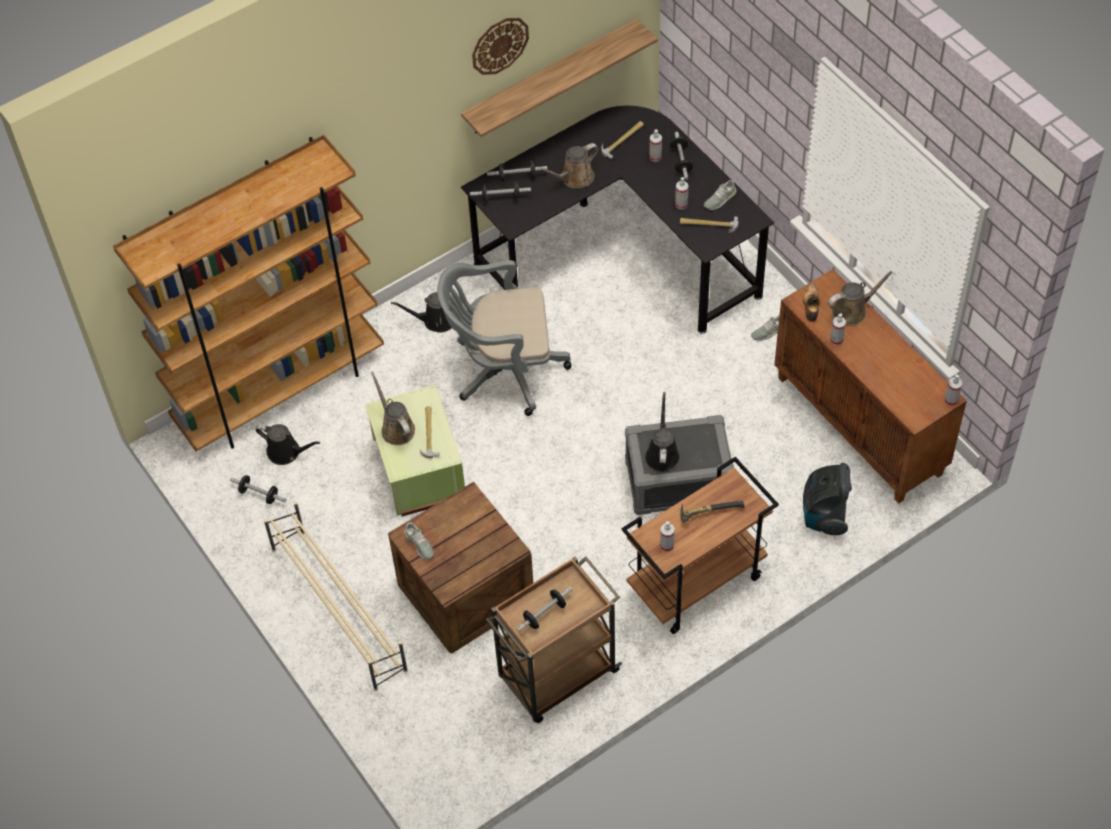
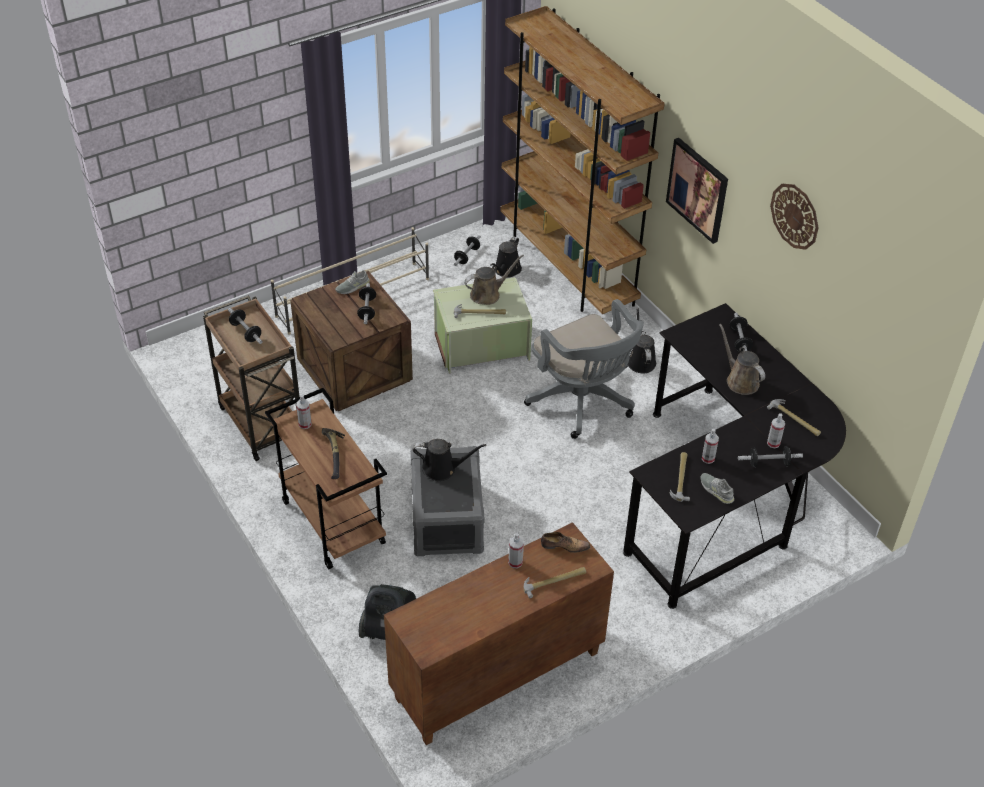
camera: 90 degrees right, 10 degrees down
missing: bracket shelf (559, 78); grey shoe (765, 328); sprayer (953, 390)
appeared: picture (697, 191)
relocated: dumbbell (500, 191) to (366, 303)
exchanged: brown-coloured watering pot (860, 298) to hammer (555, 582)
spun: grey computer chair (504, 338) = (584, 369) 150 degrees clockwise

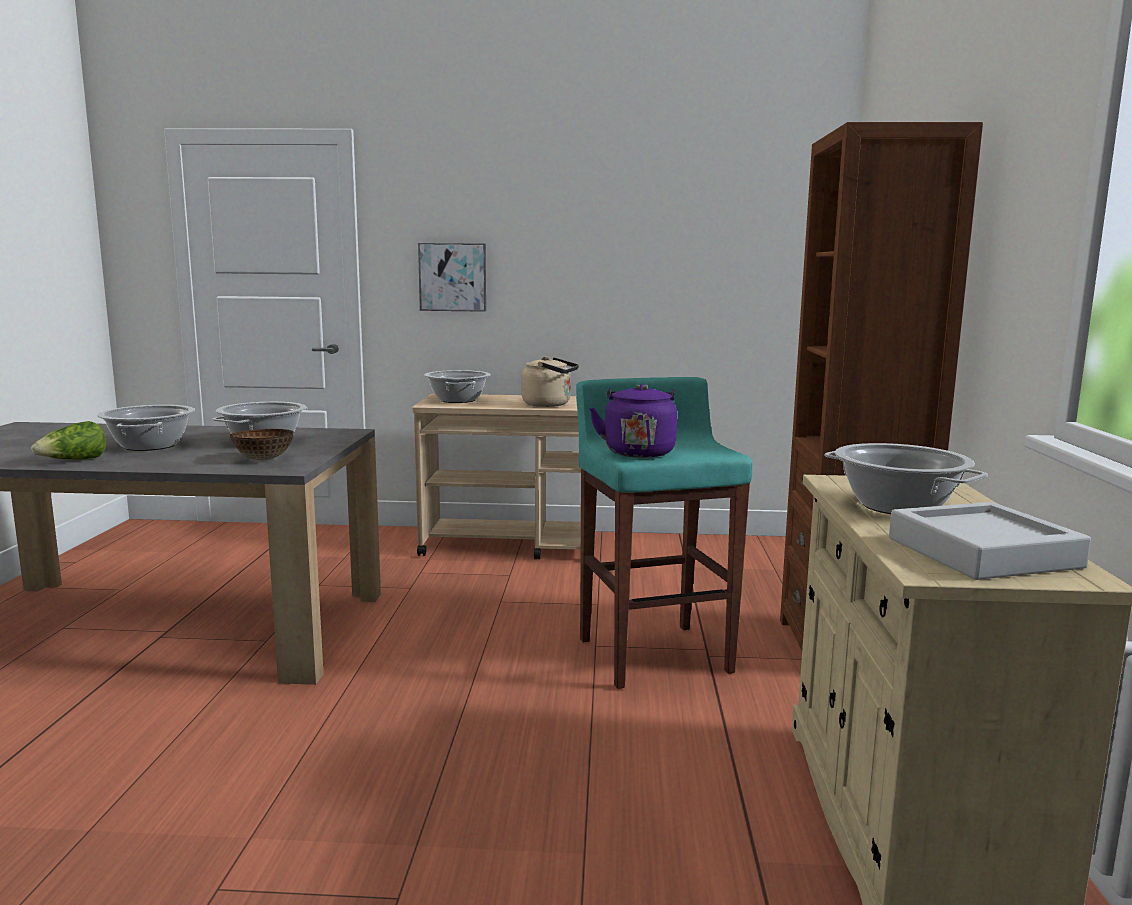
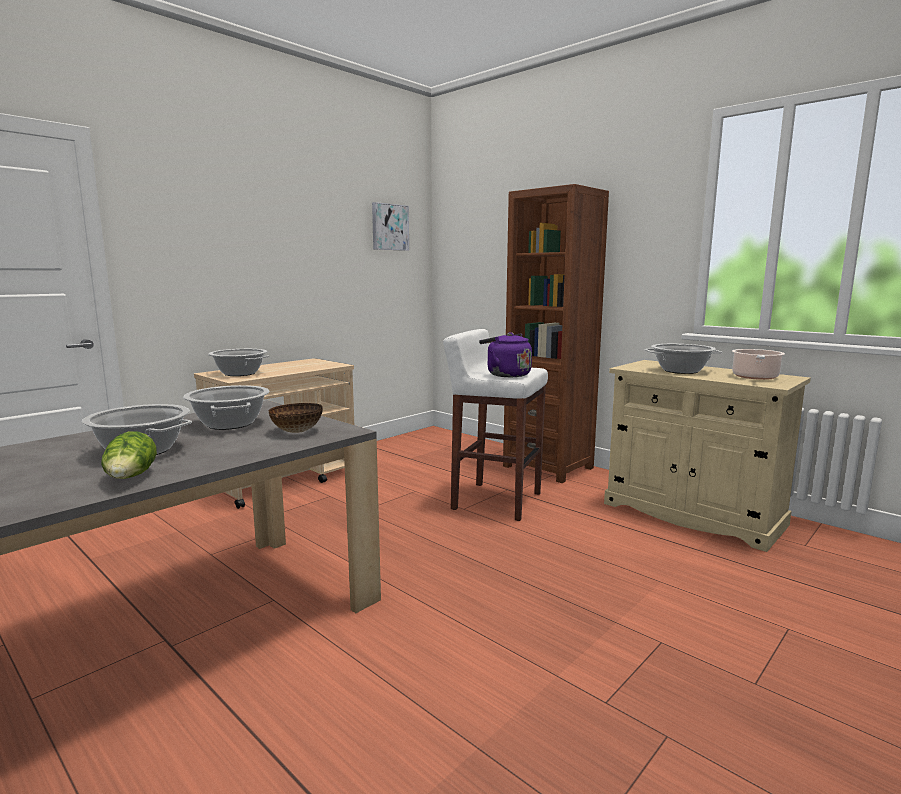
camera: 50 degrees left, 0 degrees up
missing: beige tea kettle (550, 381)
relocated: picture (452, 277) to (390, 226)
exchanged: grey carrying tray (990, 541) to saucepot (758, 364)
colour: blue-green stool seat (664, 533) to white stool seat (495, 425)

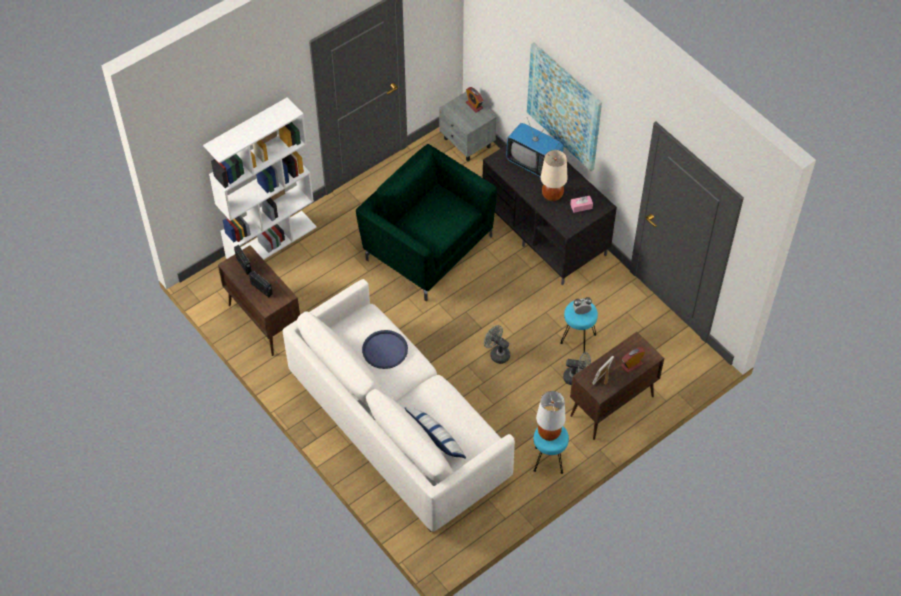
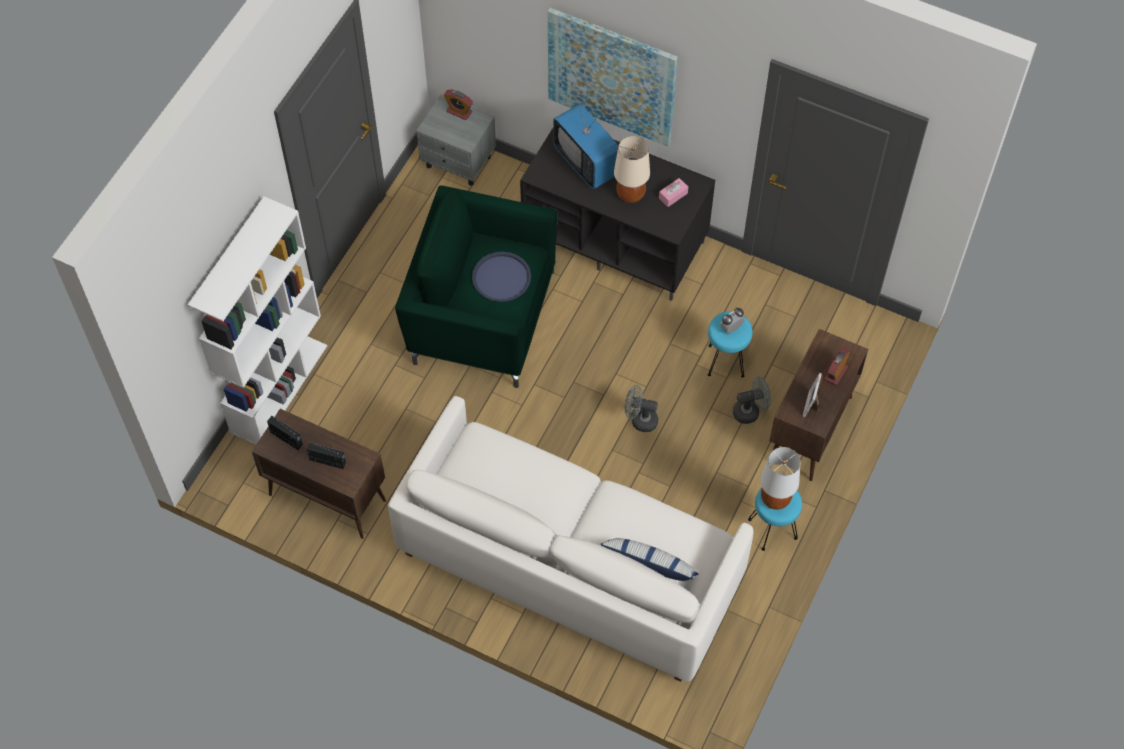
camera: 25 degrees left, 5 degrees up
relocated: bluish carrying tray (385, 349) to (501, 277)
spun: TV (535, 147) = (585, 144) 45 degrees clockwise

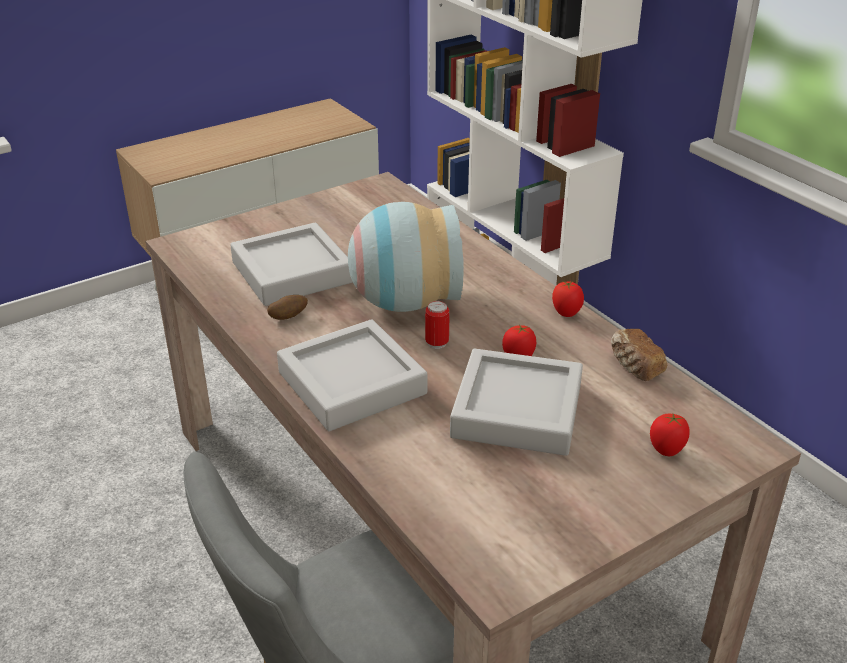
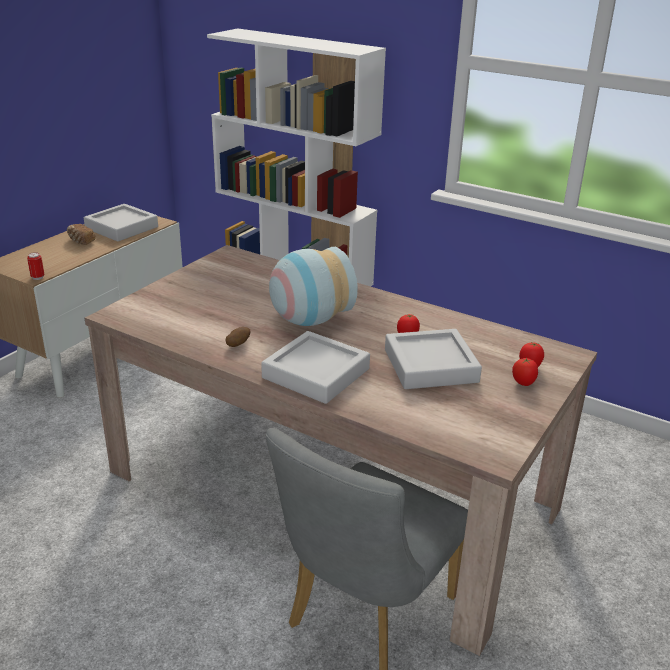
camera: 25 degrees left, 5 degrees down
relocated: can (437, 325) to (36, 266); bakery bread (639, 355) to (81, 234); grey carrying tray (291, 264) to (121, 223); tomato (568, 299) to (525, 371)

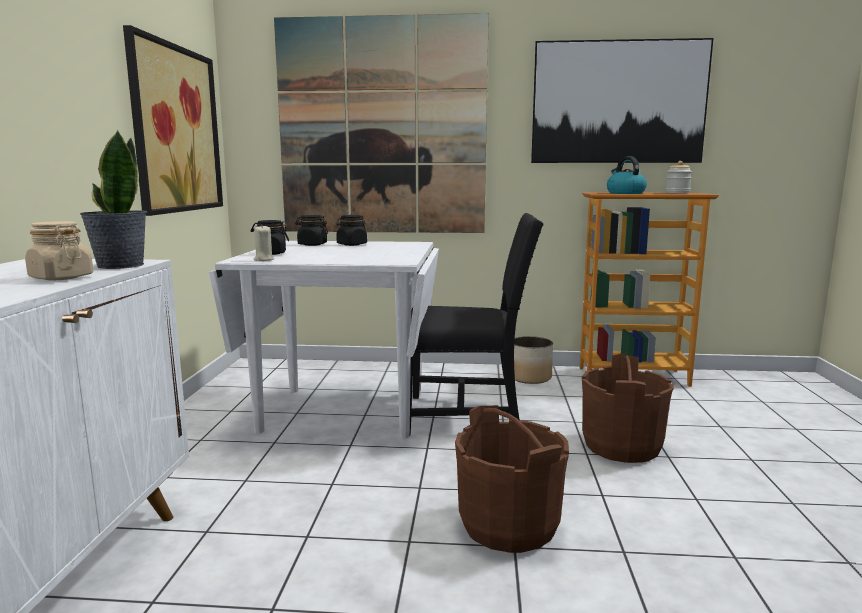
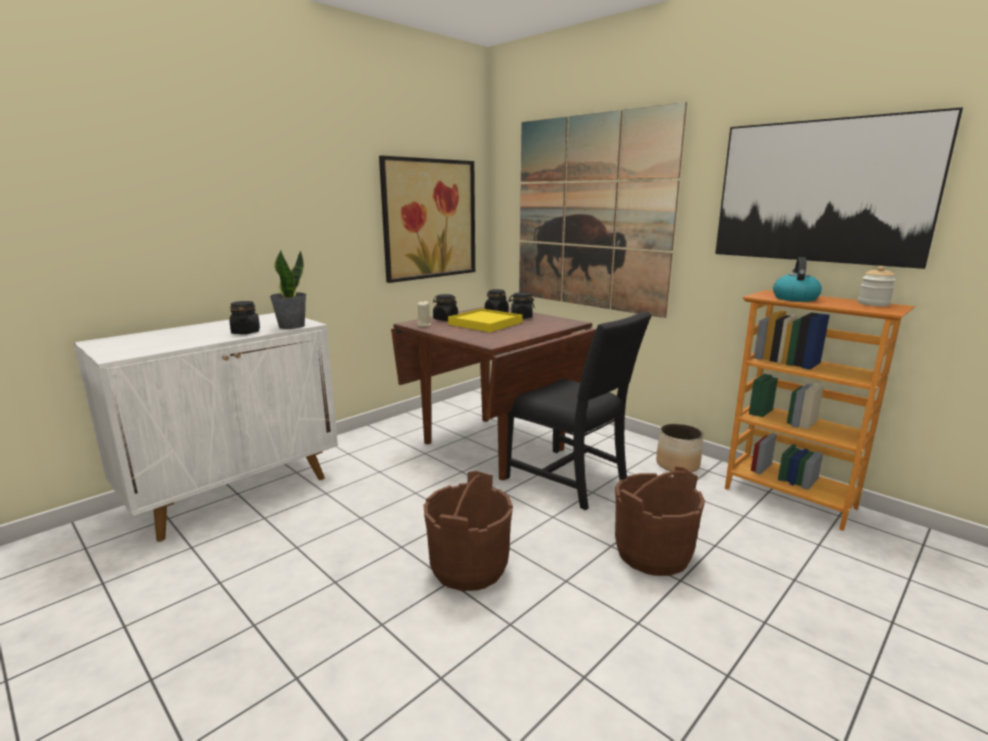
camera: 40 degrees right, 5 degrees up
appeared: yellowish carrying tray (485, 320)
colour: beige preserve jar (59, 250) to black-coloured preserve jar (245, 317); white dining table (324, 339) to brown-coloured dining table (493, 393)

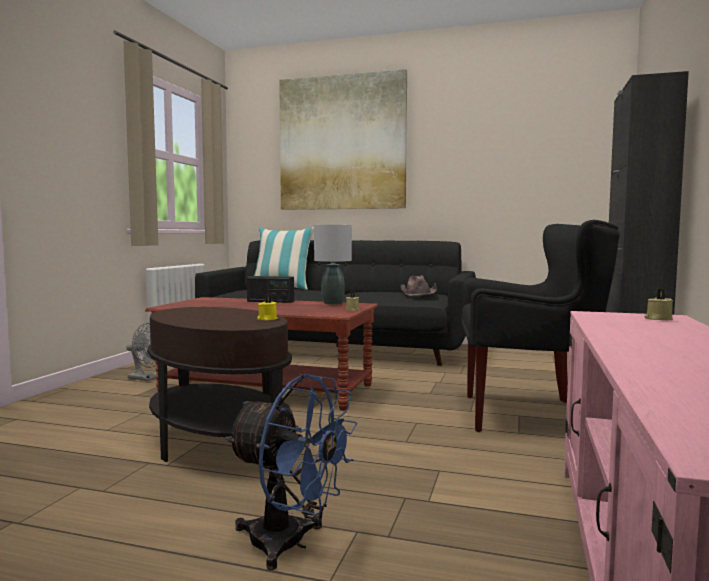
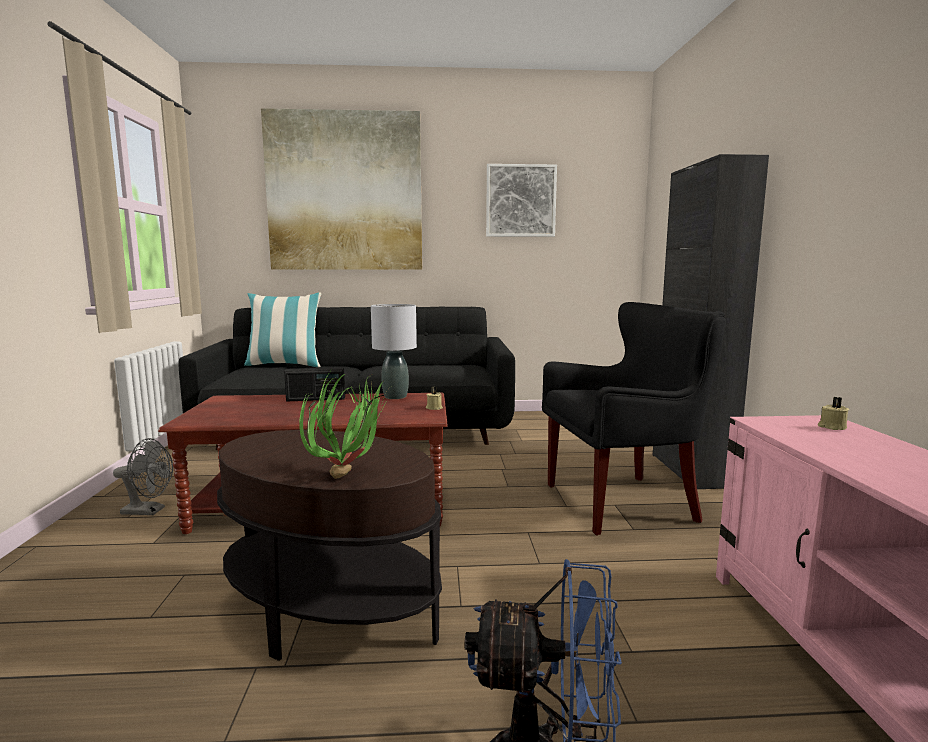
camera: 20 degrees left, 5 degrees up
missing: yellowish wax light (267, 307); brown-coloured hat (419, 285)
appeared: potted plant (343, 425); picture (521, 200)

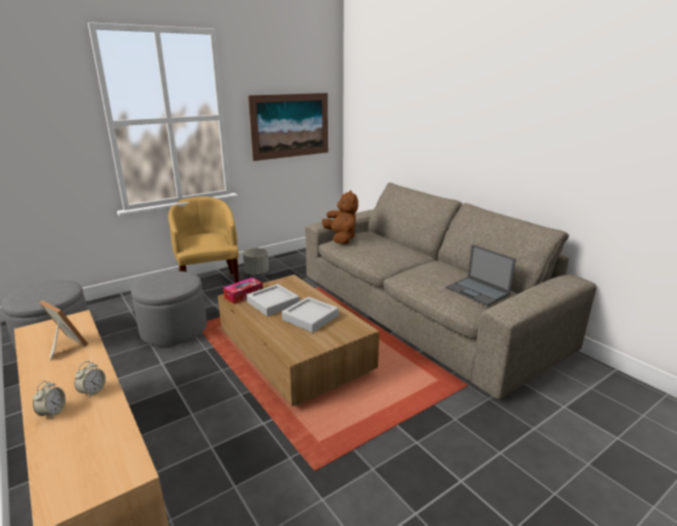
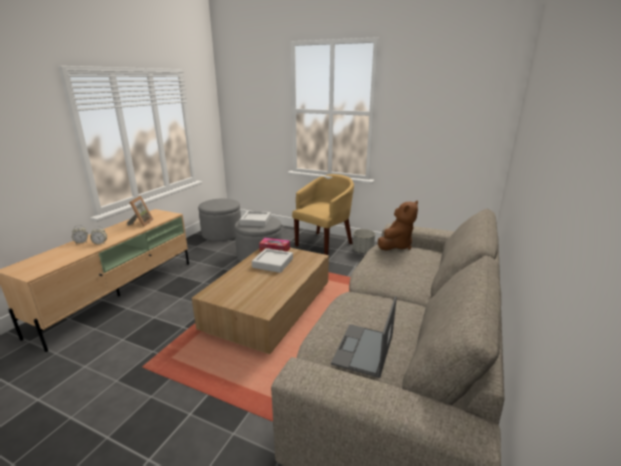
camera: 60 degrees right, 0 degrees up
missing: picture (288, 127)
relocated: grey carrying tray (310, 315) to (255, 219)

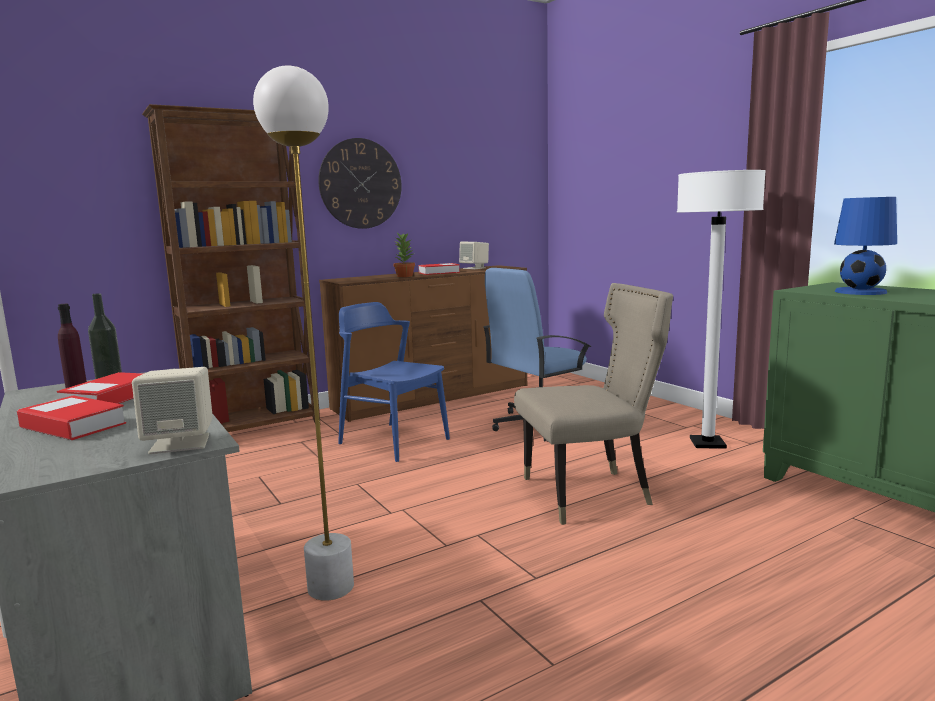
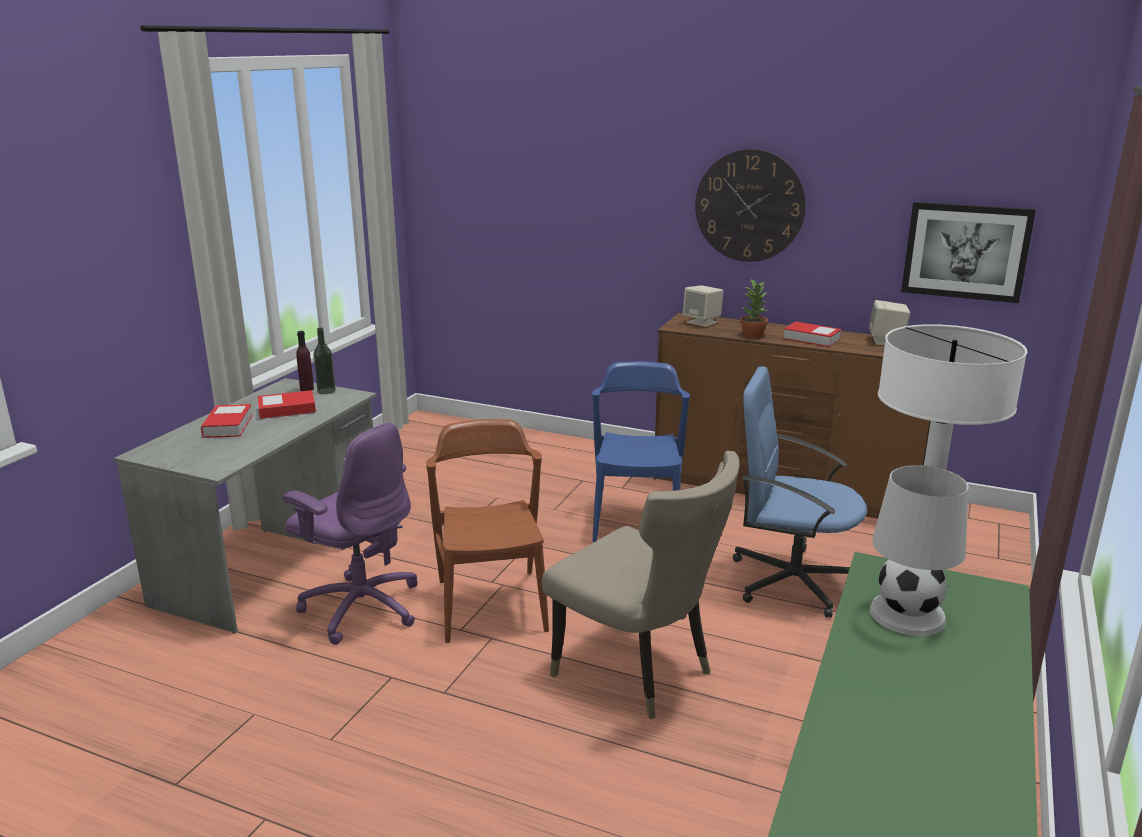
camera: 55 degrees right, 10 degrees up
missing: brown-coloured bookshelf (231, 268)
appeared: brown-coloured plain chair (487, 531); picture (968, 252)
relocated: beige audio speaker (172, 410) to (703, 306)
exchanged: white standing lamp (303, 333) to purple computer chair (350, 534)
colour: bluish tabletop lamp (865, 246) to white tabletop lamp (919, 550)

